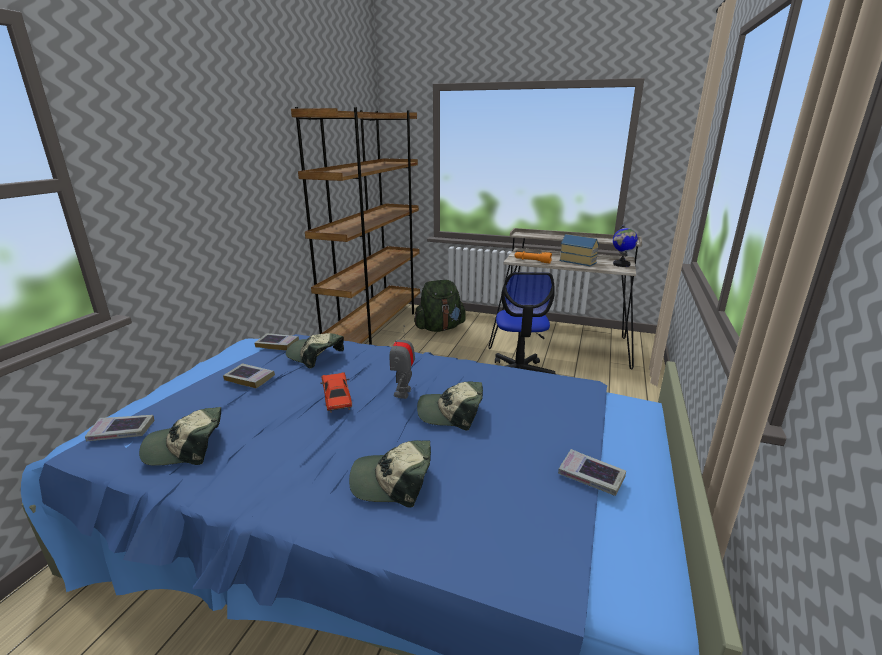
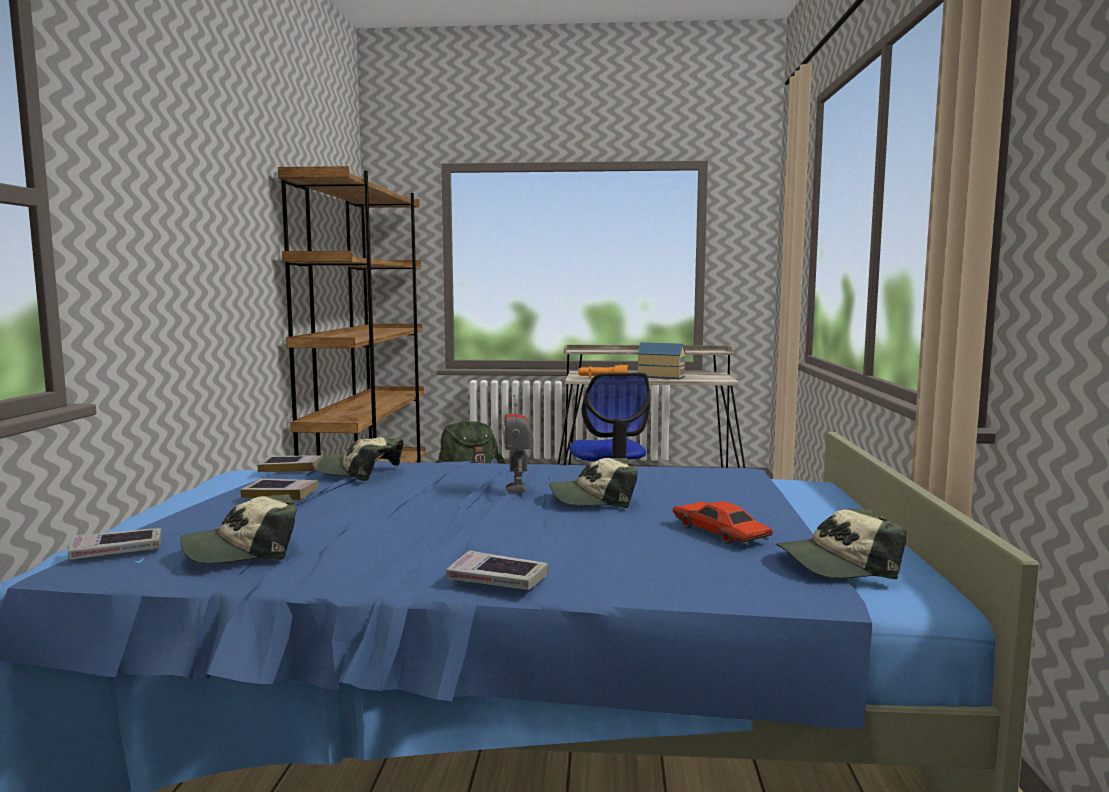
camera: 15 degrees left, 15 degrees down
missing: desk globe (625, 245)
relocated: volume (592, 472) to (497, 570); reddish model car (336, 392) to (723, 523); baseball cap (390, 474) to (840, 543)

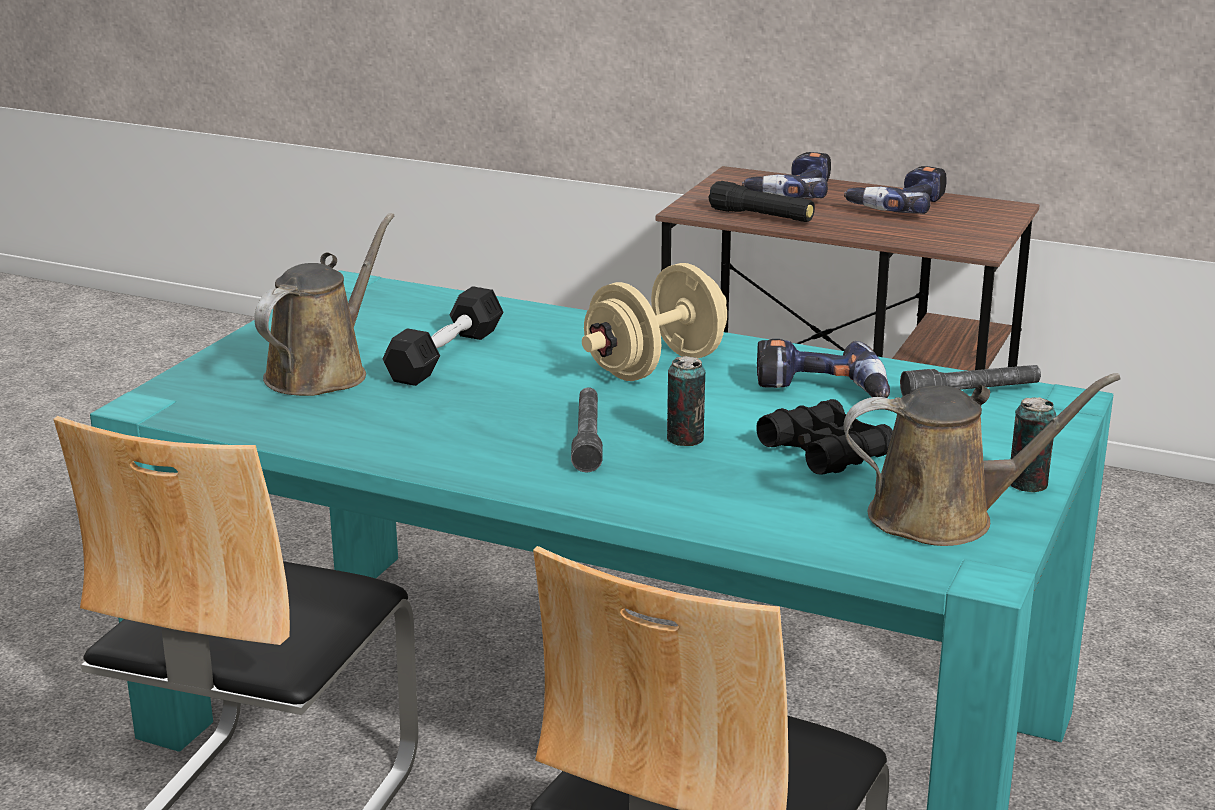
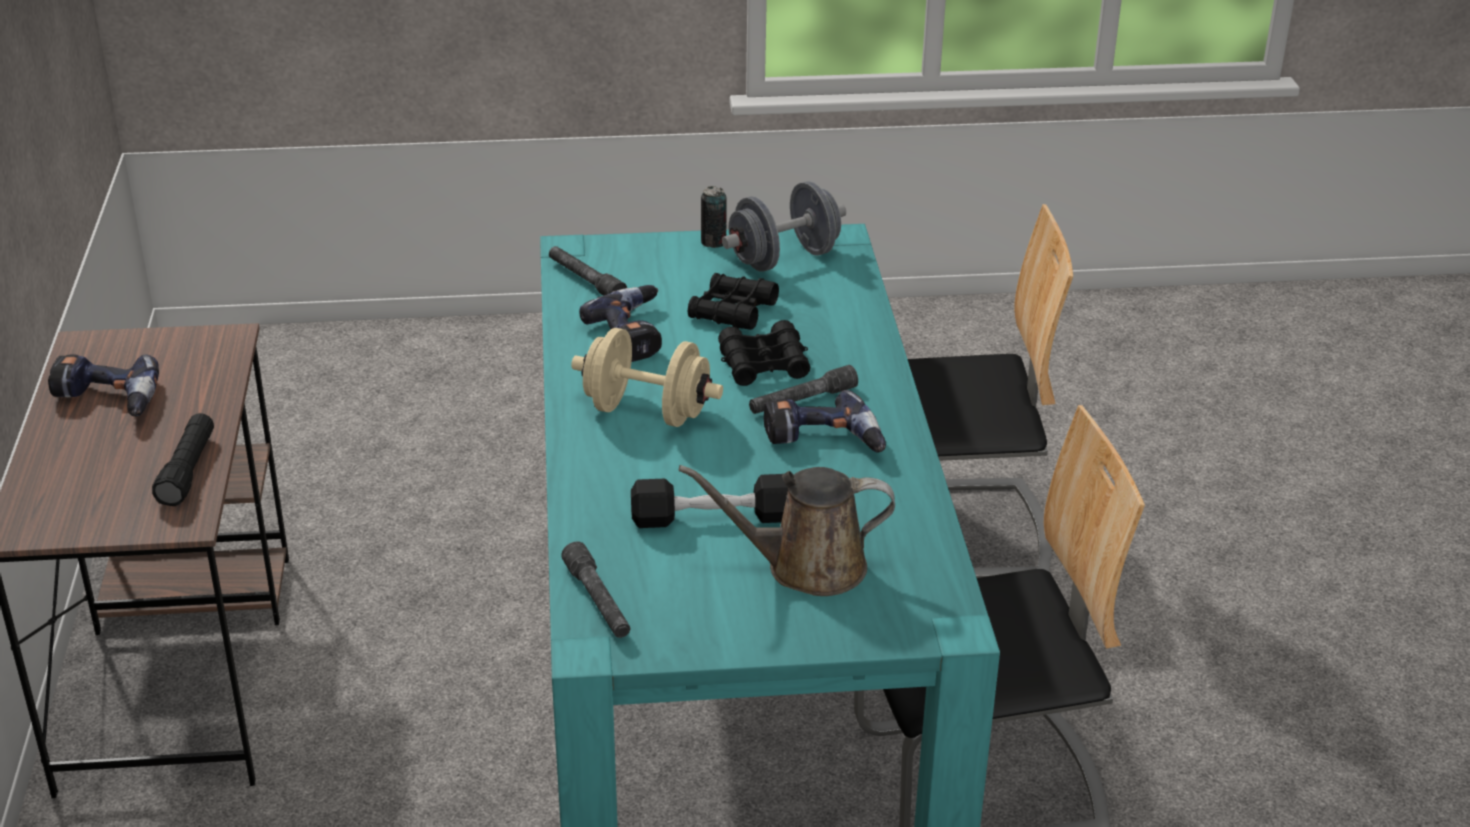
camera: 120 degrees left, 10 degrees up
appeared: grey torch (595, 589)
relocated: drill (786, 175) to (824, 421)
exchanged: can (686, 401) to black-coloured field glasses (764, 353); brown-coloured watering pot (982, 459) to grey dumbbell (784, 226)

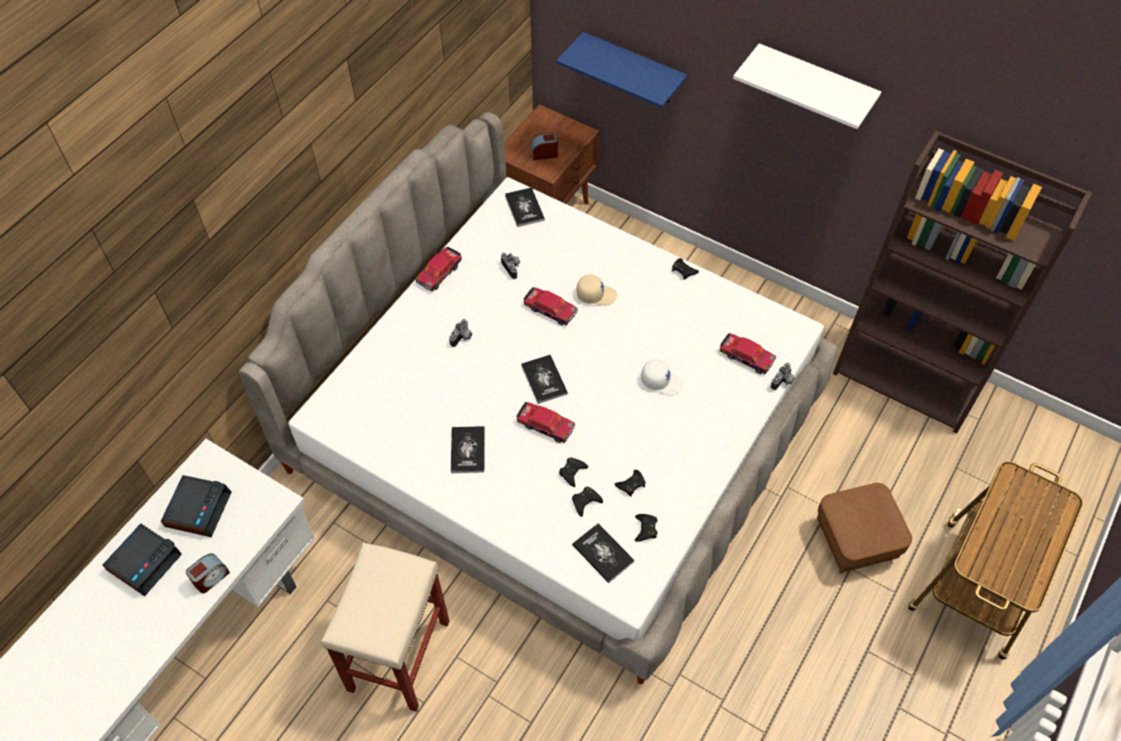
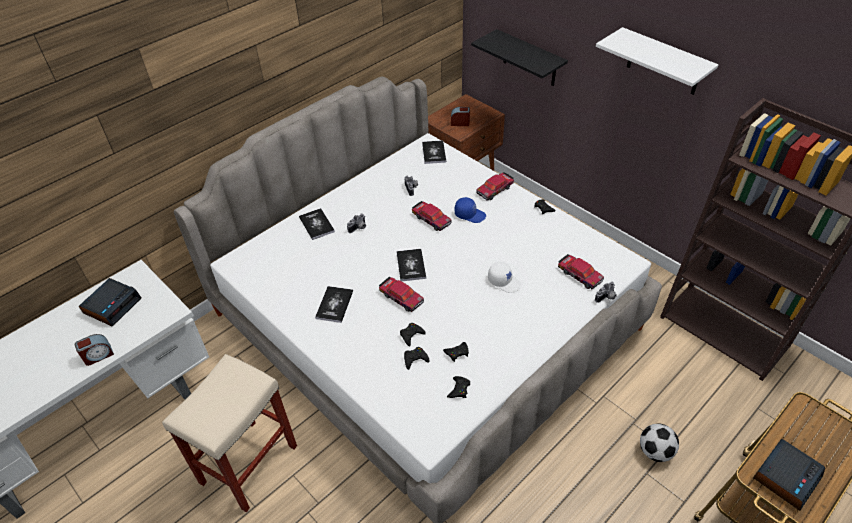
camera: 15 degrees right, 10 degrees down
relocated: volume (603, 553) to (317, 224); model car (439, 268) to (495, 186); bedside clock (142, 560) to (789, 475)
exchanged: brown-coloured pouffe (864, 528) to football ball (659, 443)
colour: beige baseball cap (596, 290) to bluish baseball cap (470, 210); bluish bracket shelf (621, 70) to black-coloured bracket shelf (519, 57)

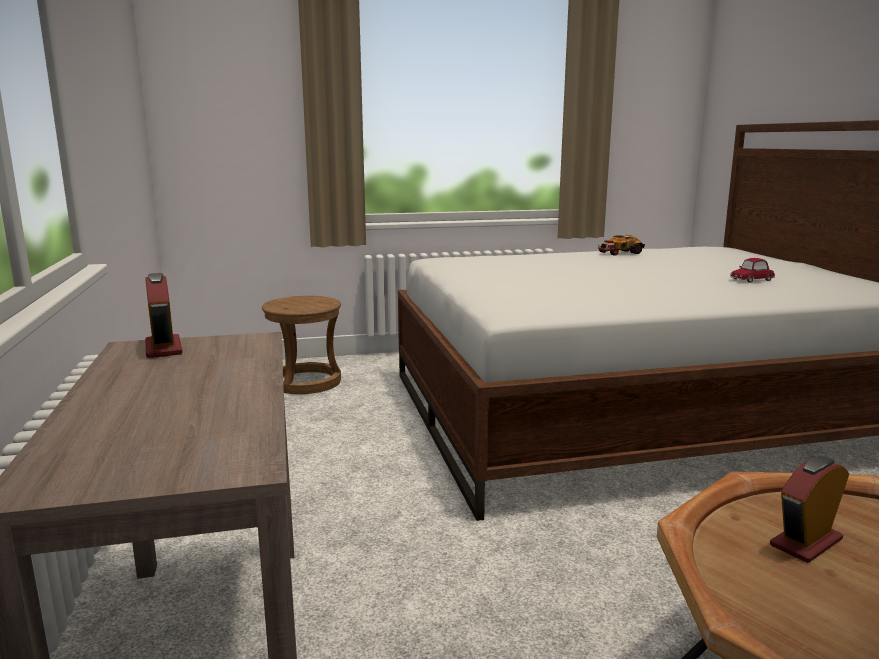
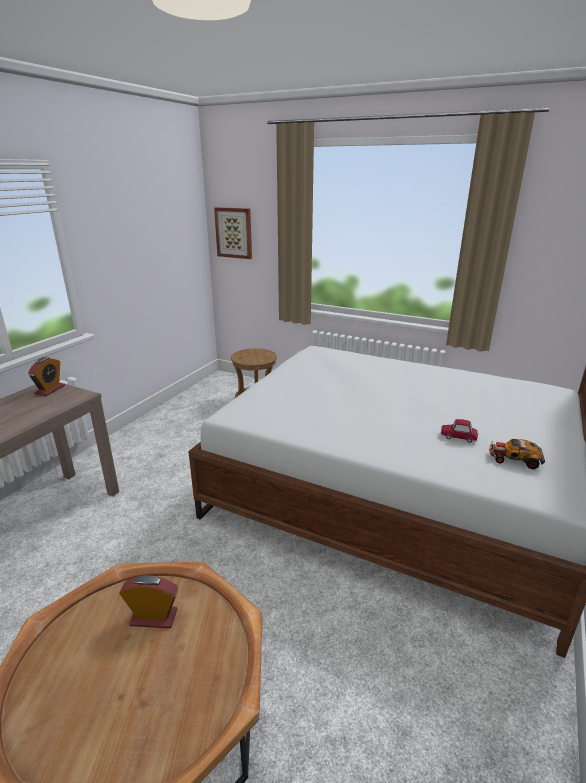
camera: 40 degrees right, 10 degrees up
appeared: picture (233, 233)
relocated: model car (621, 245) to (517, 454)

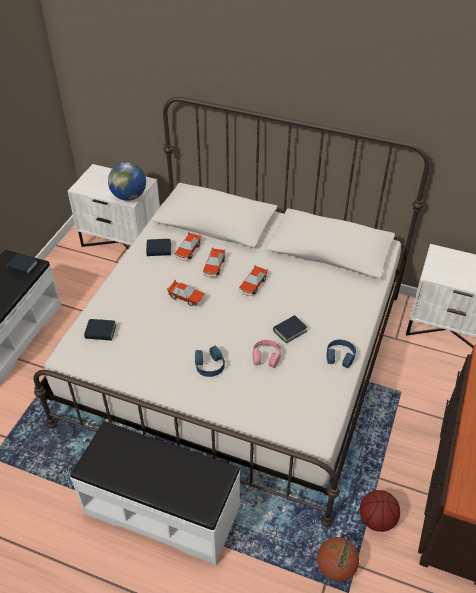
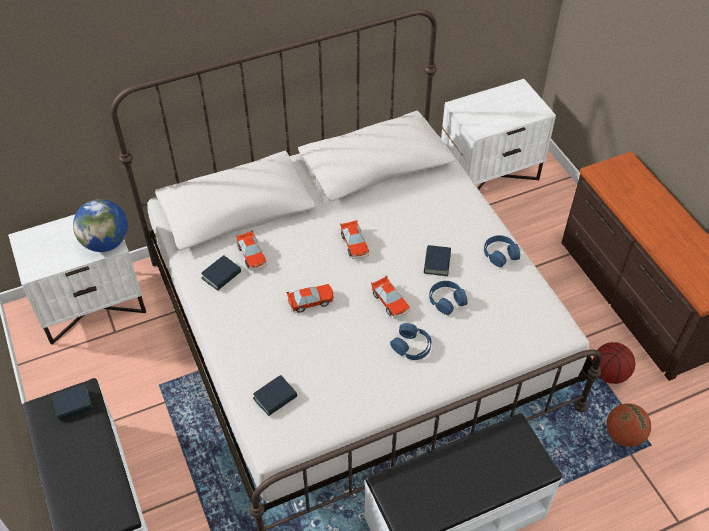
camera: 45 degrees left, 5 degrees up
relocated: model car (214, 262) to (390, 297)
colour: pink-coloured headset (267, 354) to bluish headset (448, 298)

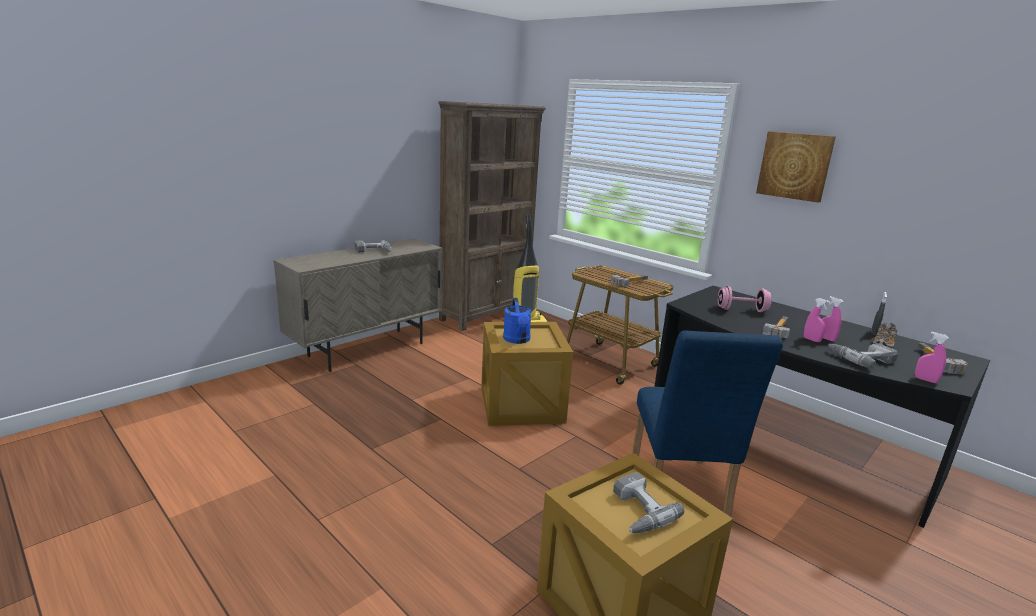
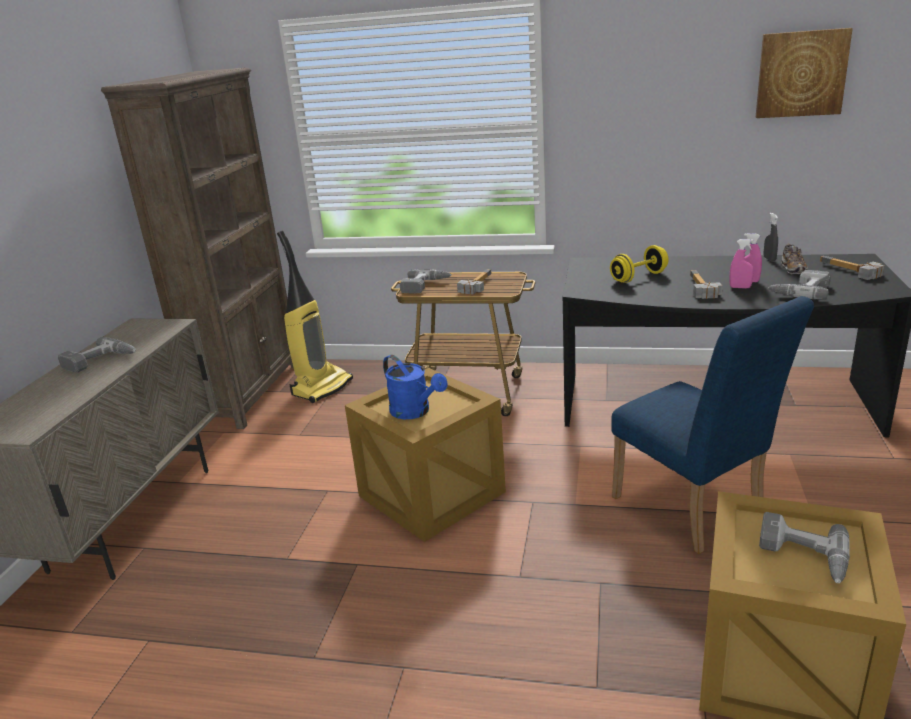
camera: 30 degrees left, 5 degrees up
missing: pink-coloured sprayer (932, 357)
appeared: drill (426, 281)
relocated: picture (796, 167) to (804, 73)
colour: pink-coloured dumbbell (745, 299) to yellowish dumbbell (639, 264)

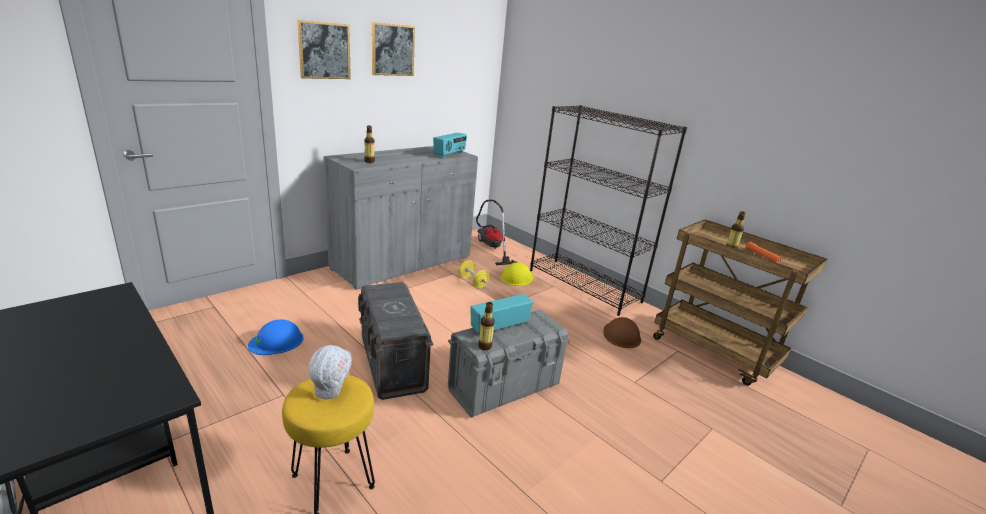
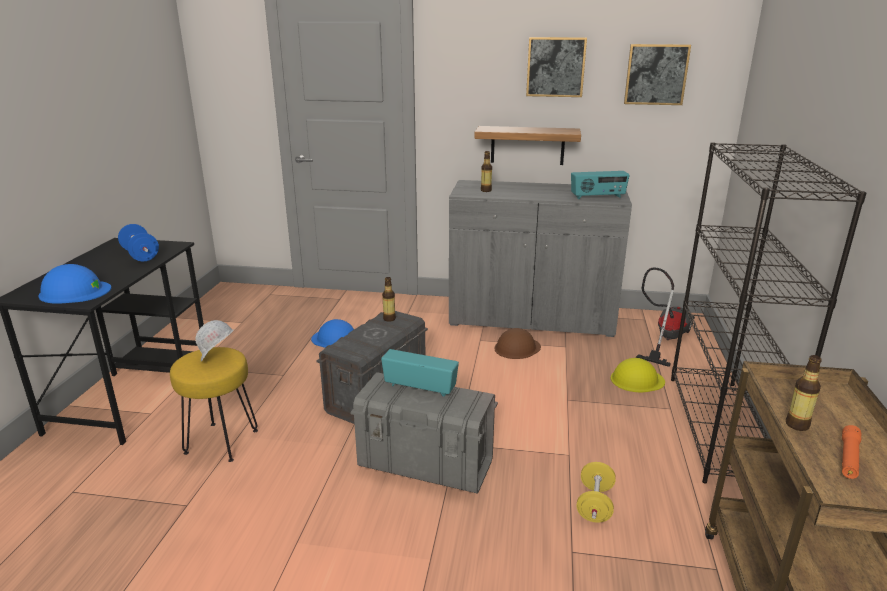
camera: 55 degrees right, 0 degrees up
appeared: bluish hard hat (74, 284); bluish dumbbell (138, 242); bracket shelf (527, 145)
relocated: beverage bottle (486, 326) to (389, 299); brown-coloured hard hat (622, 332) to (518, 343); yellowish dumbbell (474, 274) to (596, 492); picture (324, 49) to (657, 74)

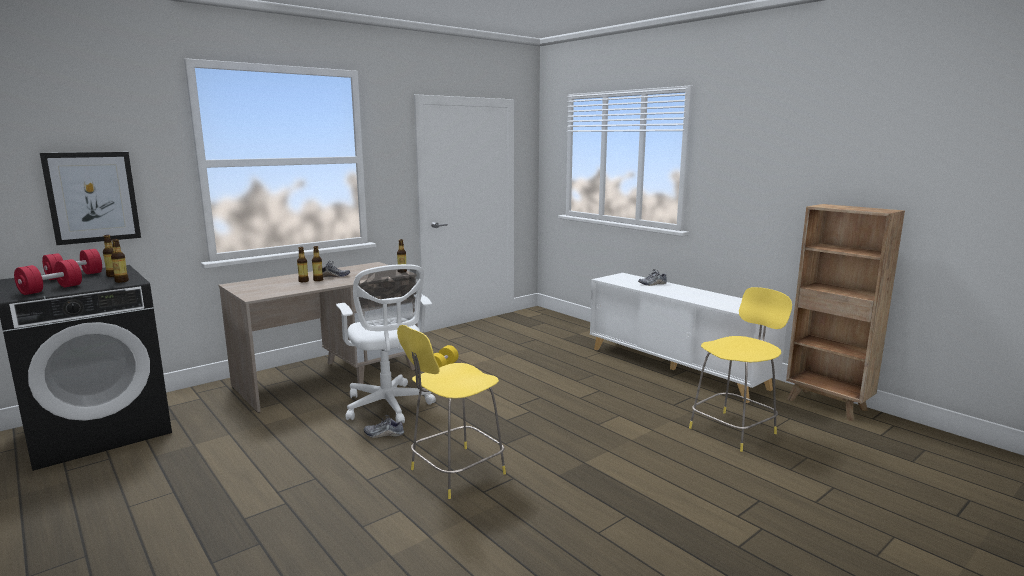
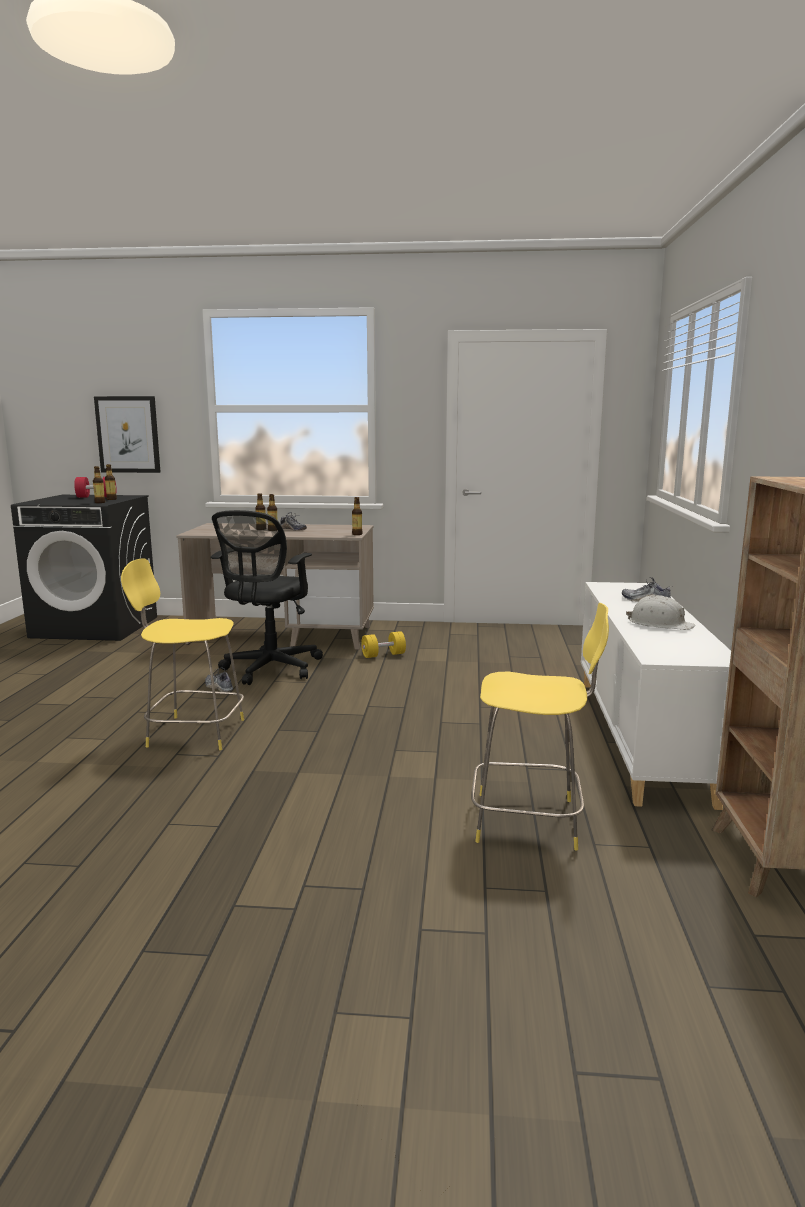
camera: 45 degrees right, 0 degrees up
missing: reddish dumbbell (48, 277)
appeared: white hard hat (660, 612)
colour: white computer chair (386, 343) to black-coloured computer chair (266, 597)

